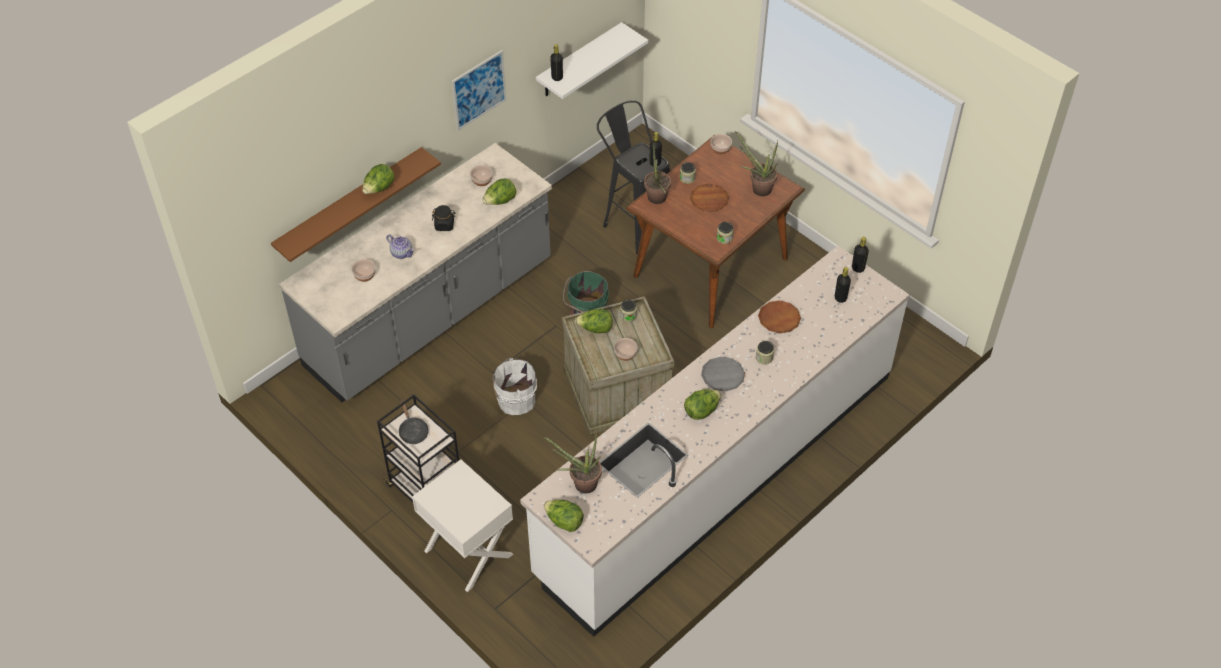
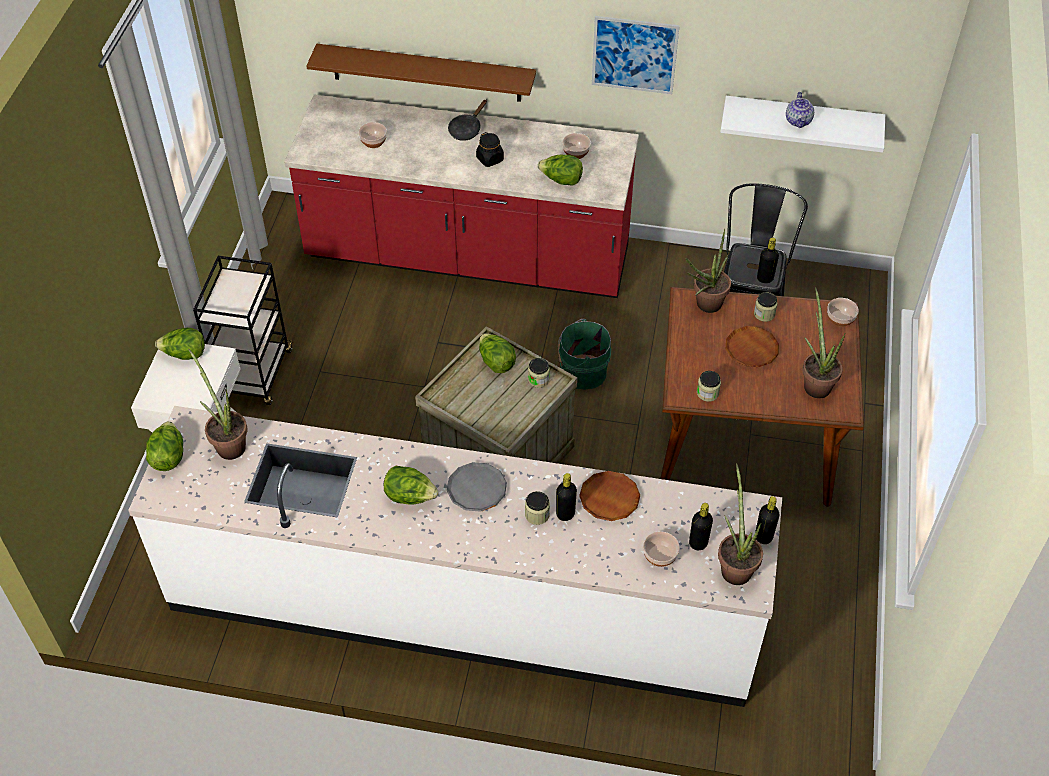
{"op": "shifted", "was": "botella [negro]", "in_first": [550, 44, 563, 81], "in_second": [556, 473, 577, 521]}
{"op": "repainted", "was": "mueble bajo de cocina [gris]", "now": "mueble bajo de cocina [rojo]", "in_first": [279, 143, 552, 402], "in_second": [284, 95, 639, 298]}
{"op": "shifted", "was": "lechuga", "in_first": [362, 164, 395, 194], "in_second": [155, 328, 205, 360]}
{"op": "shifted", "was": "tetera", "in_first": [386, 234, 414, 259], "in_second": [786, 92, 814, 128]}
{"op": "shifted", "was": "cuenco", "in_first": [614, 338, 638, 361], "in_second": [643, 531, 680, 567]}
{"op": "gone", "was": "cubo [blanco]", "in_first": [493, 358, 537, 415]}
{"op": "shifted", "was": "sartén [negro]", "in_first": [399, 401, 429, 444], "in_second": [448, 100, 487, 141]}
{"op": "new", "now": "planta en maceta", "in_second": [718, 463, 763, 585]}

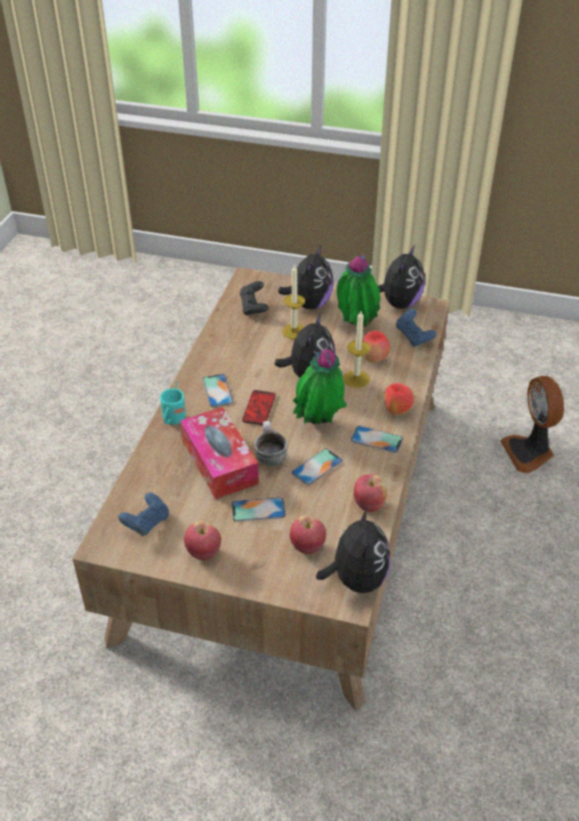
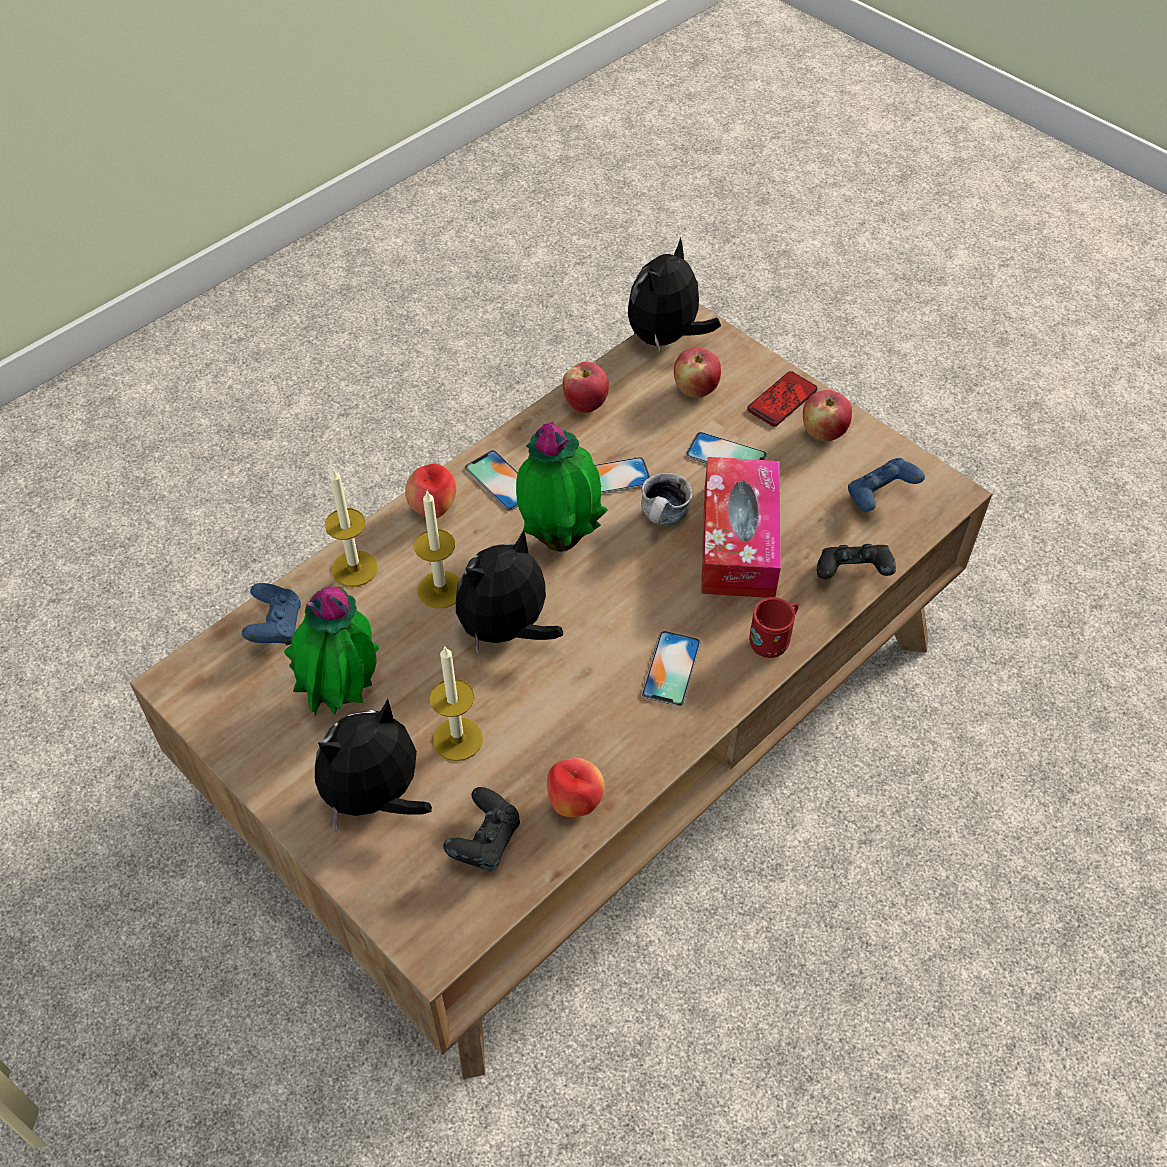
{"op": "gone", "was": "peluche", "in_first": [378, 245, 425, 309]}
{"op": "shifted", "was": "manzana", "in_first": [362, 331, 390, 363], "in_second": [547, 758, 605, 817]}
{"op": "gone", "was": "ventilador", "in_first": [500, 376, 564, 473]}
{"op": "repainted", "was": "taza grande [turquesa]", "now": "taza grande [rojo]", "in_first": [160, 381, 186, 425], "in_second": [749, 597, 799, 658]}
{"op": "shifted", "was": "móvil", "in_first": [242, 390, 276, 425], "in_second": [747, 371, 818, 427]}
{"op": "new", "now": "vela", "in_second": [325, 468, 378, 587]}
{"op": "new", "now": "mando de consola [negro]", "in_second": [817, 544, 896, 579]}

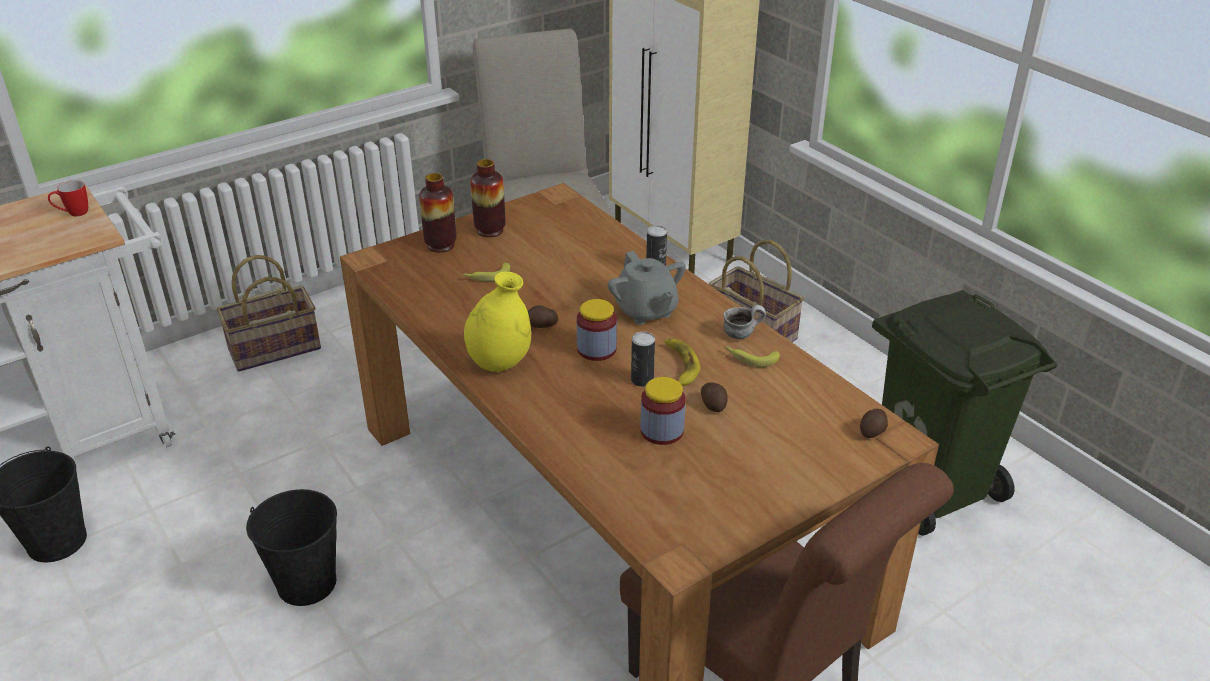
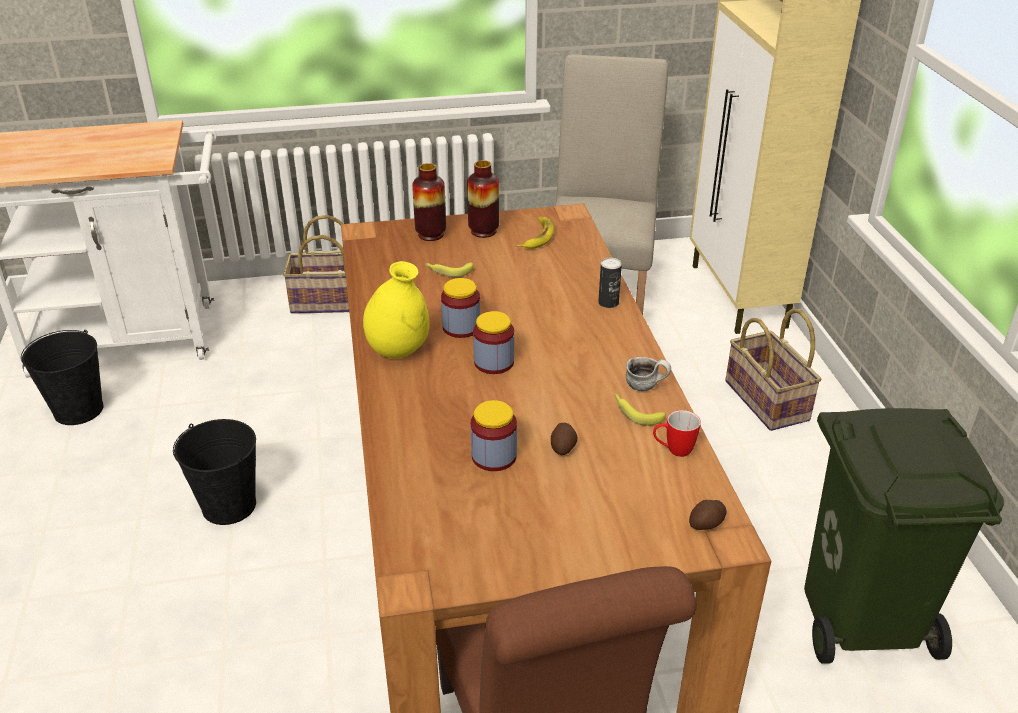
{"op": "shifted", "was": "taza grande", "in_first": [48, 180, 88, 216], "in_second": [653, 410, 701, 457]}
{"op": "gone", "was": "tetera [gris]", "in_first": [608, 251, 686, 325]}
{"op": "swapped", "was": "patata", "now": "tarro", "in_first": [528, 305, 559, 328], "in_second": [441, 278, 480, 338]}
{"op": "gone", "was": "lata", "in_first": [631, 332, 655, 387]}
{"op": "shifted", "was": "plátano", "in_first": [665, 339, 700, 386], "in_second": [517, 217, 554, 249]}

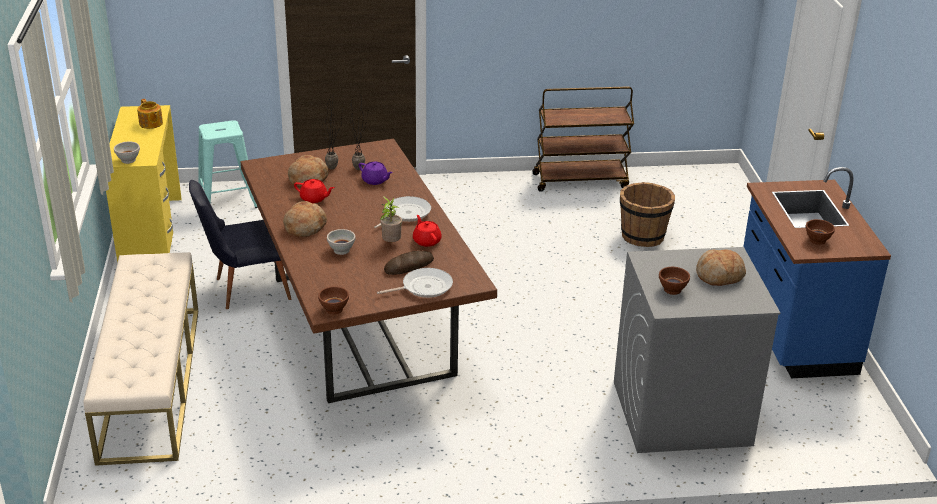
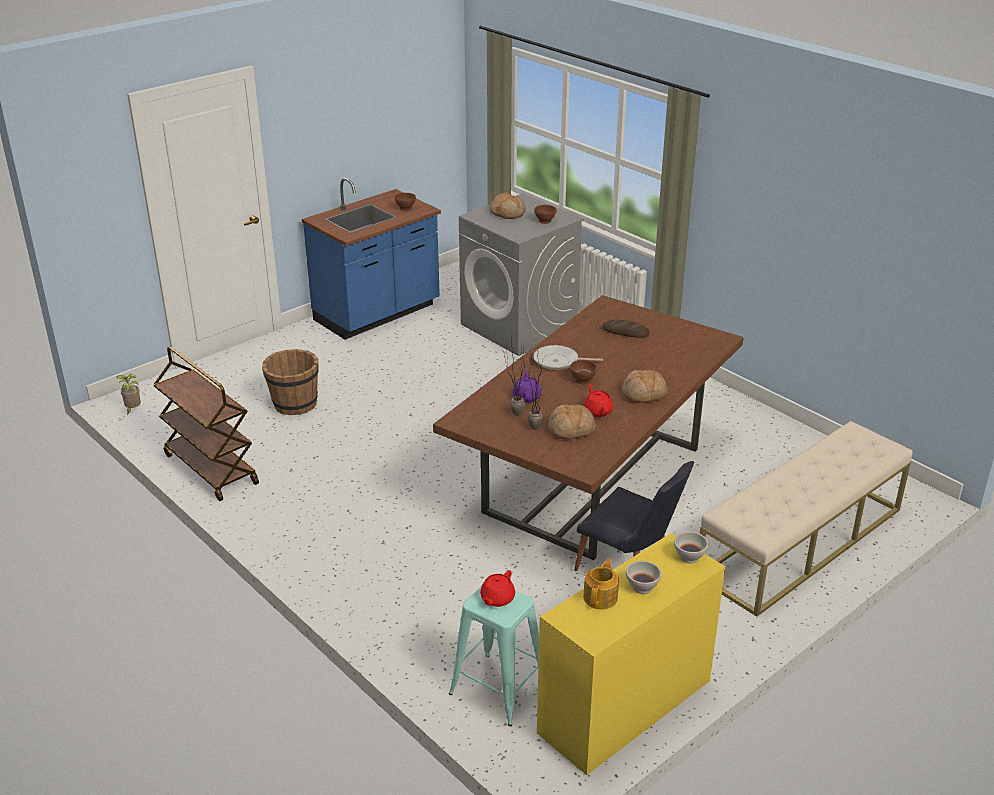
{"op": "shifted", "was": "planta en maceta", "in_first": [380, 196, 402, 242], "in_second": [116, 374, 141, 415]}
{"op": "shifted", "was": "tetera [rojo]", "in_first": [413, 215, 442, 247], "in_second": [480, 570, 515, 607]}
{"op": "shifted", "was": "cuenco [blanco]", "in_first": [327, 229, 355, 255], "in_second": [626, 561, 661, 594]}
{"op": "gone", "was": "sartén", "in_first": [377, 268, 453, 298]}
{"op": "shifted", "was": "cuenco [marrón]", "in_first": [318, 286, 349, 314], "in_second": [570, 360, 597, 384]}

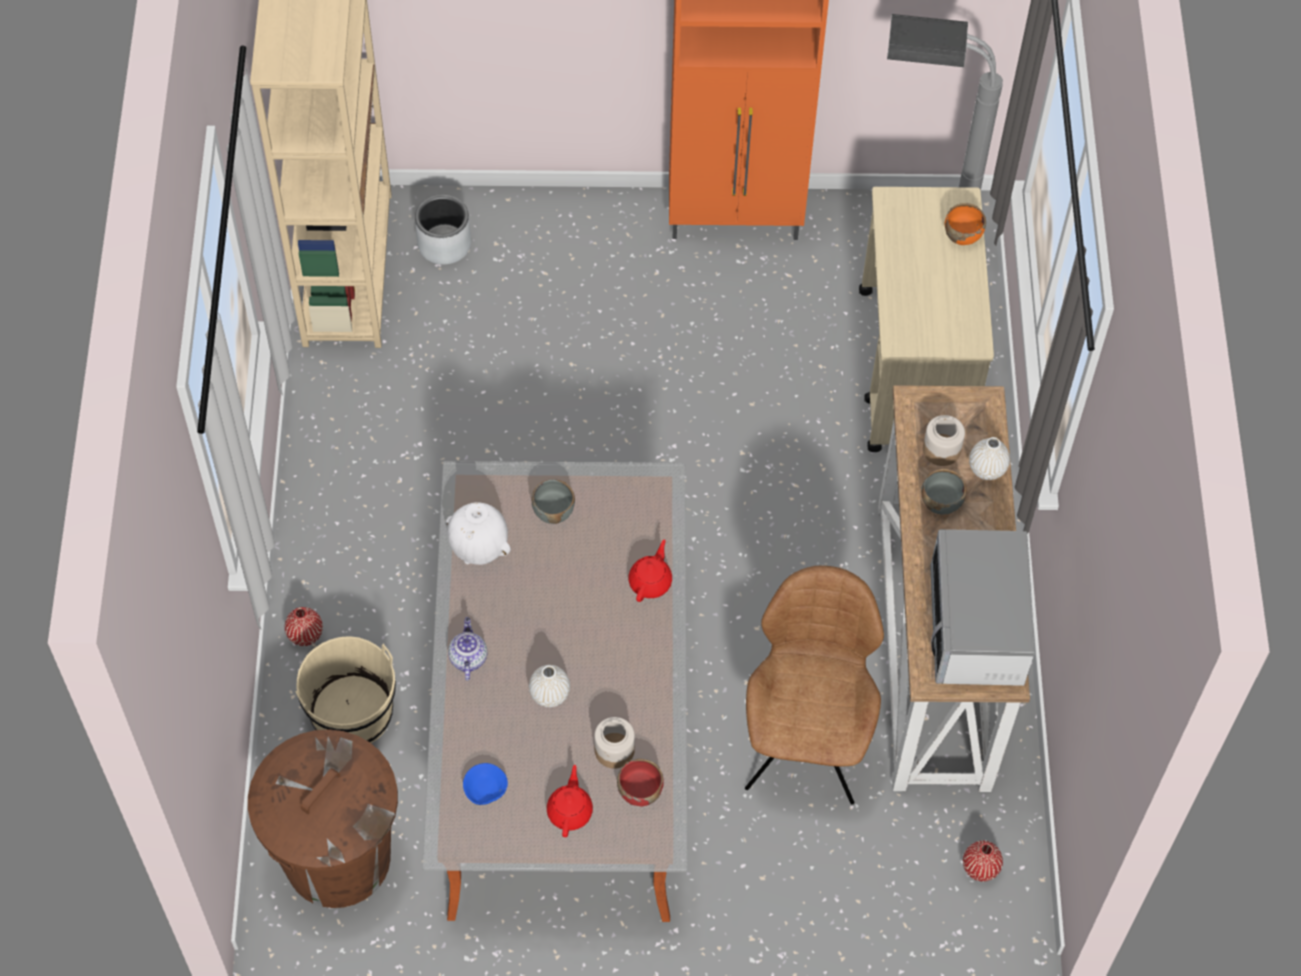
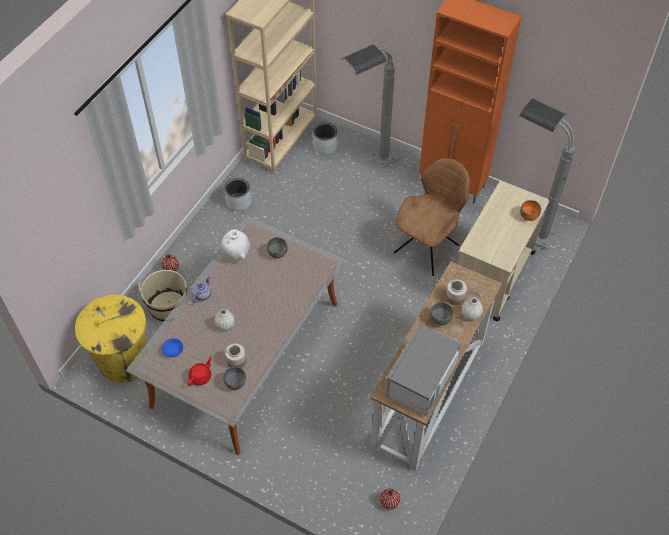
{"op": "gone", "was": "tetera [rojo]", "in_first": [628, 539, 672, 602]}
{"op": "shifted", "was": "silla [marrón]", "in_first": [745, 565, 884, 804], "in_second": [394, 158, 470, 276]}
{"op": "repainted", "was": "papelera [marrón]", "now": "papelera [amarillo]", "in_first": [248, 729, 398, 908], "in_second": [75, 295, 147, 383]}
{"op": "repainted", "was": "cuenco [rojo]", "now": "cuenco [gris]", "in_first": [617, 759, 664, 807], "in_second": [223, 366, 246, 390]}
{"op": "new", "now": "lámpara de pie [gris]", "in_second": [342, 44, 400, 168]}
{"op": "new", "now": "maceta [gris]", "in_second": [224, 178, 251, 211]}

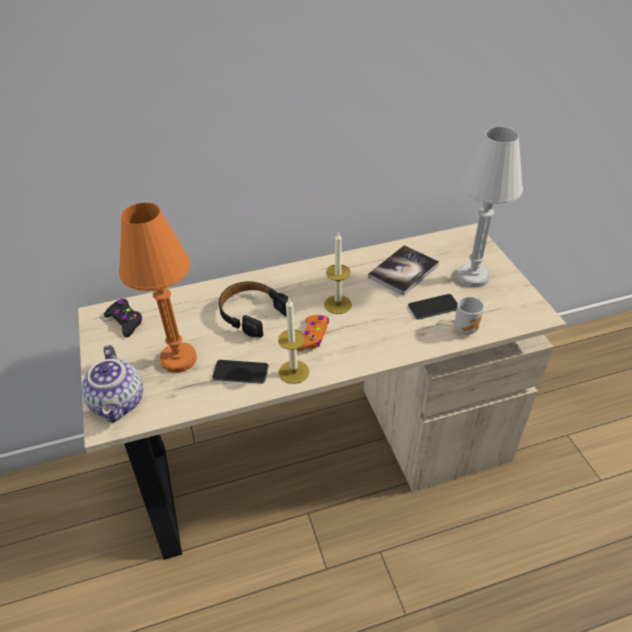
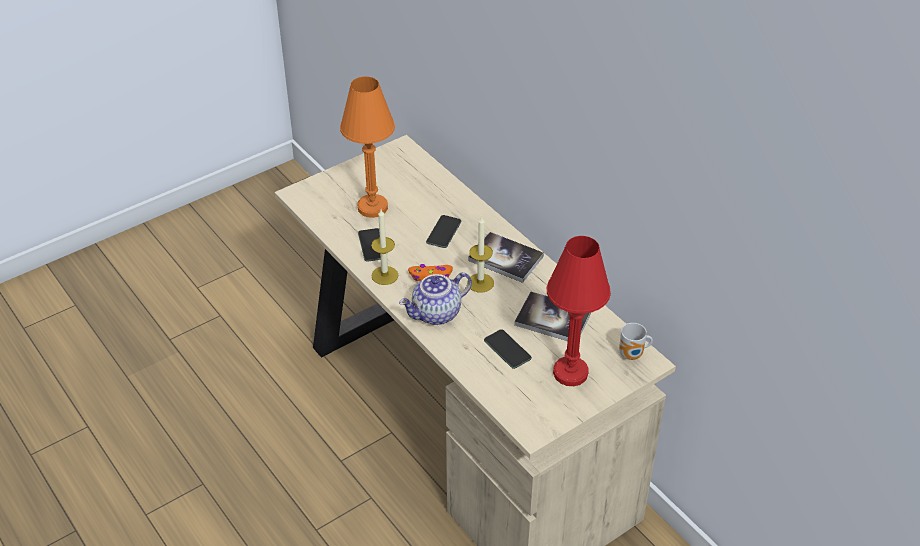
{"op": "repainted", "was": "lámpara de mesa [blanco]", "now": "lámpara de mesa [rojo]", "in_first": [457, 127, 523, 287], "in_second": [547, 236, 611, 386]}
{"op": "swapped", "was": "auriculares [negro]", "now": "móvil", "in_first": [219, 281, 289, 338], "in_second": [426, 215, 461, 248]}
{"op": "shifted", "was": "taza grande", "in_first": [454, 297, 484, 335], "in_second": [619, 323, 653, 360]}
{"op": "gone", "was": "mando de consola [negro]", "in_first": [104, 299, 143, 337]}
{"op": "shifted", "was": "tetera", "in_first": [82, 345, 143, 422], "in_second": [399, 272, 472, 325]}
{"op": "new", "now": "libro", "in_second": [468, 232, 544, 283]}

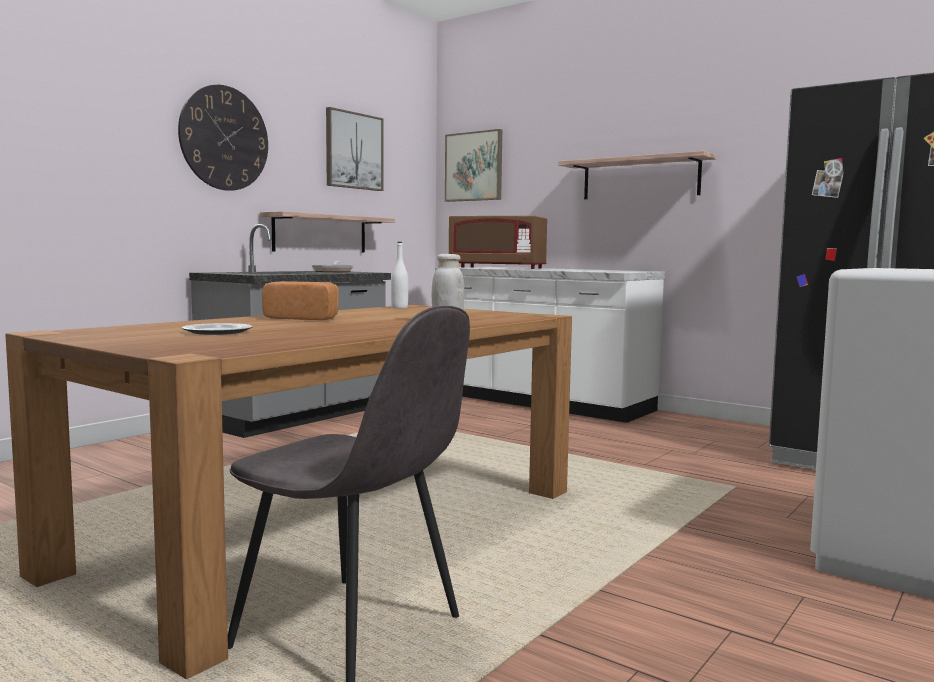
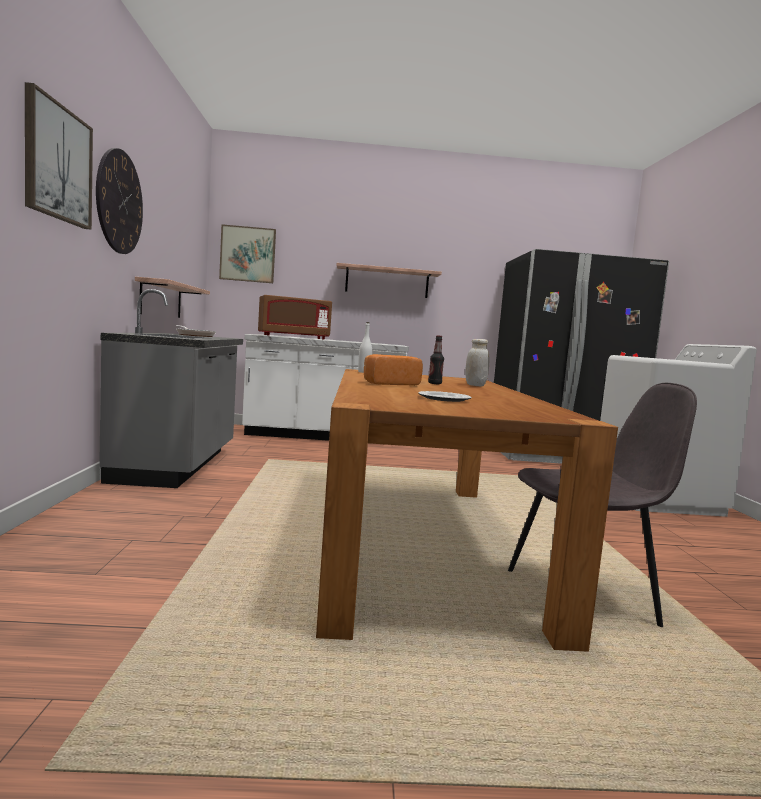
{"op": "shifted", "was": "cuadro", "in_first": [326, 107, 383, 191], "in_second": [25, 82, 93, 230]}
{"op": "new", "now": "botella", "in_second": [428, 335, 444, 384]}

